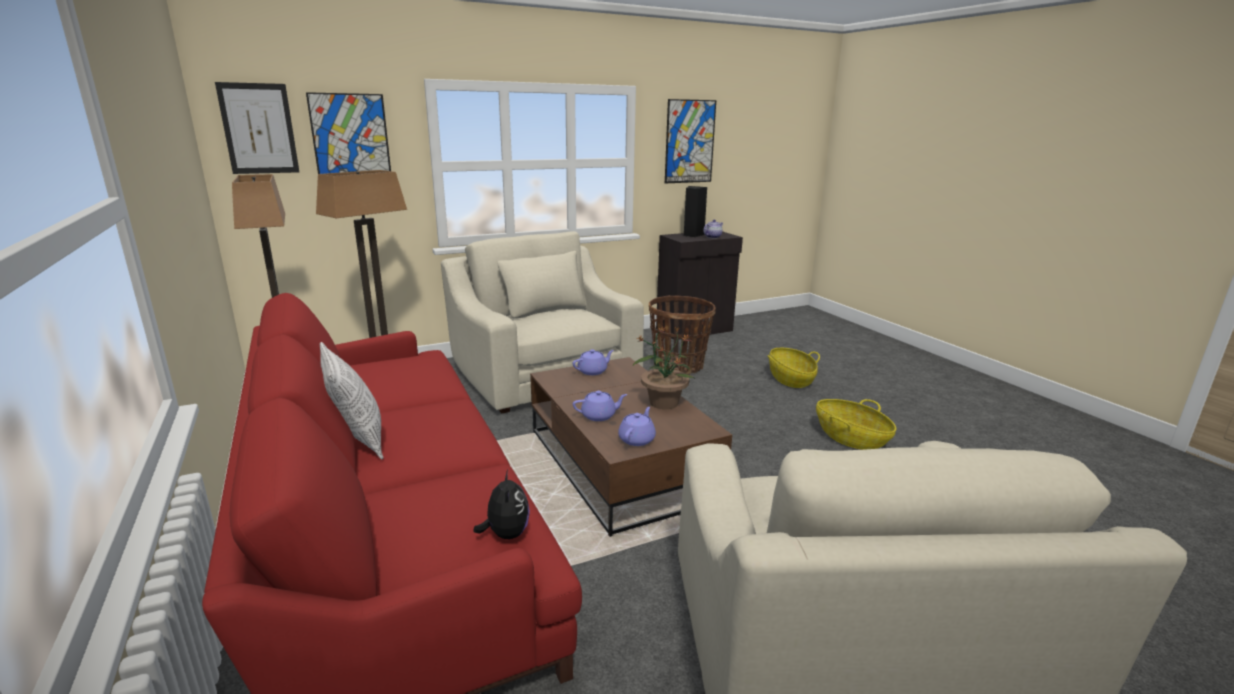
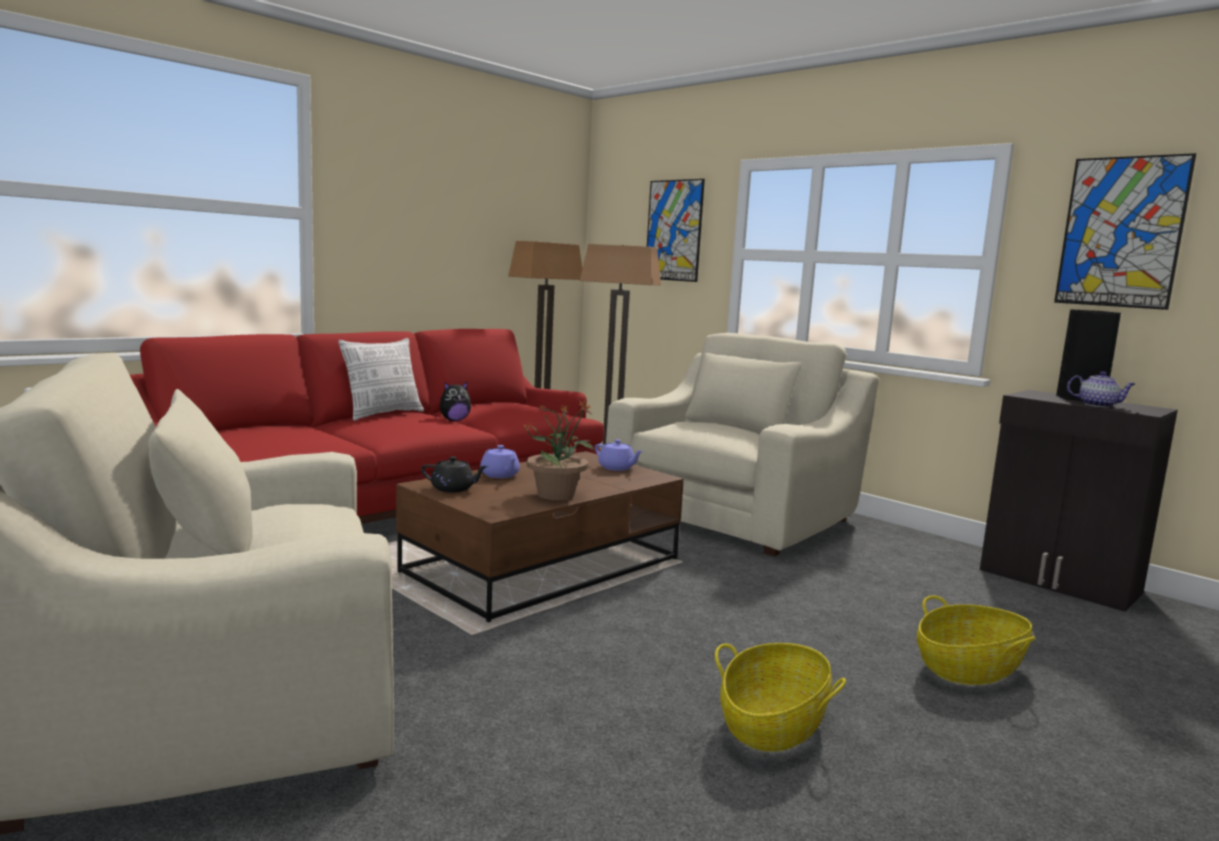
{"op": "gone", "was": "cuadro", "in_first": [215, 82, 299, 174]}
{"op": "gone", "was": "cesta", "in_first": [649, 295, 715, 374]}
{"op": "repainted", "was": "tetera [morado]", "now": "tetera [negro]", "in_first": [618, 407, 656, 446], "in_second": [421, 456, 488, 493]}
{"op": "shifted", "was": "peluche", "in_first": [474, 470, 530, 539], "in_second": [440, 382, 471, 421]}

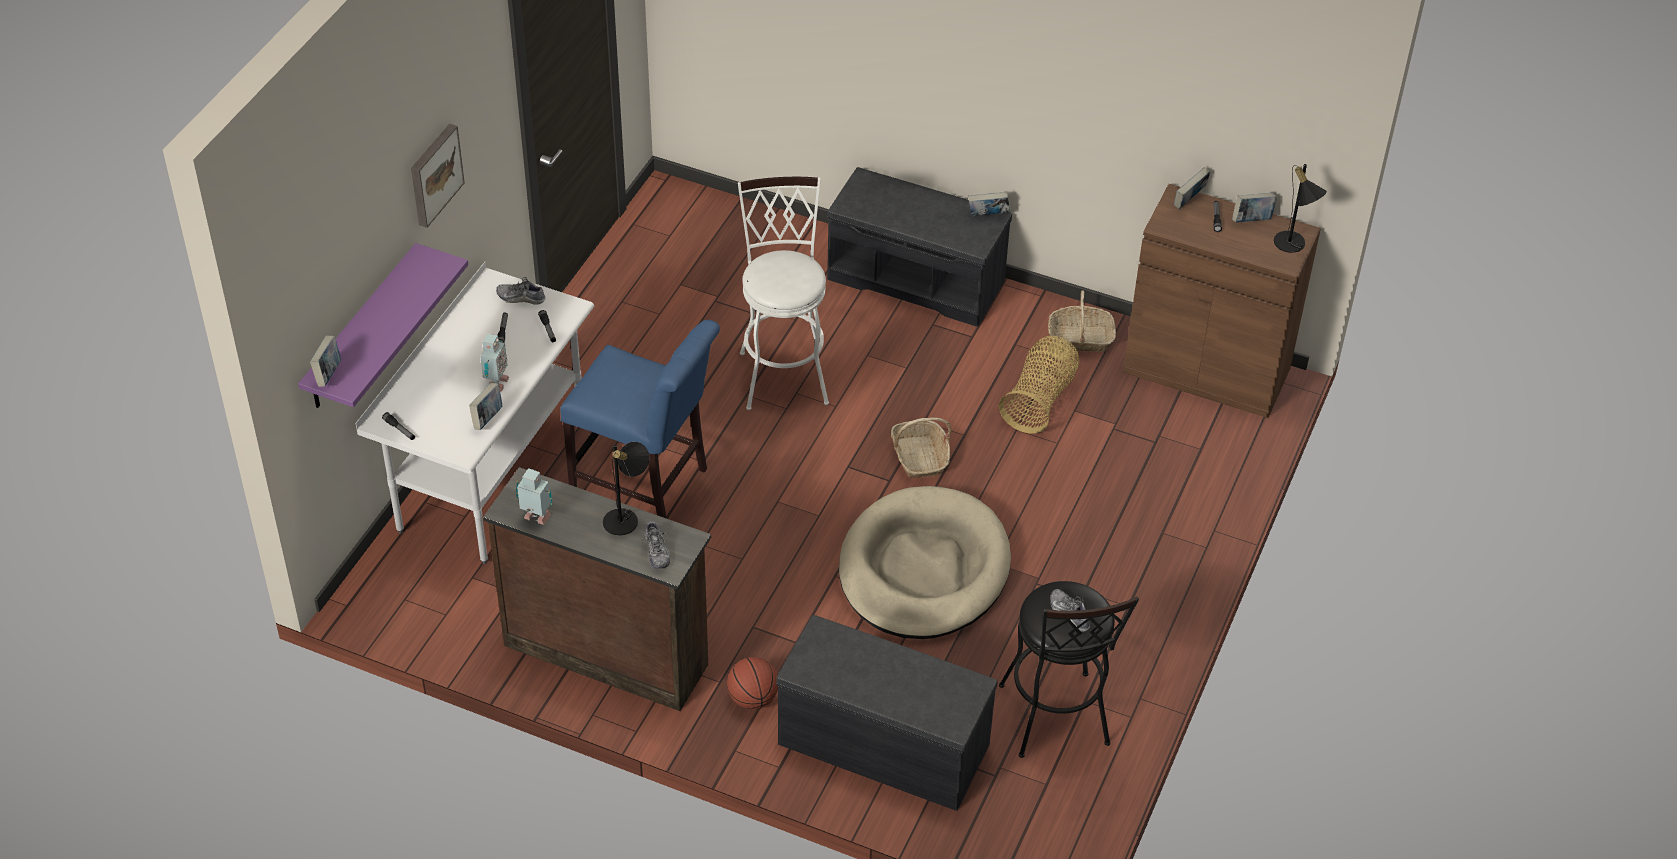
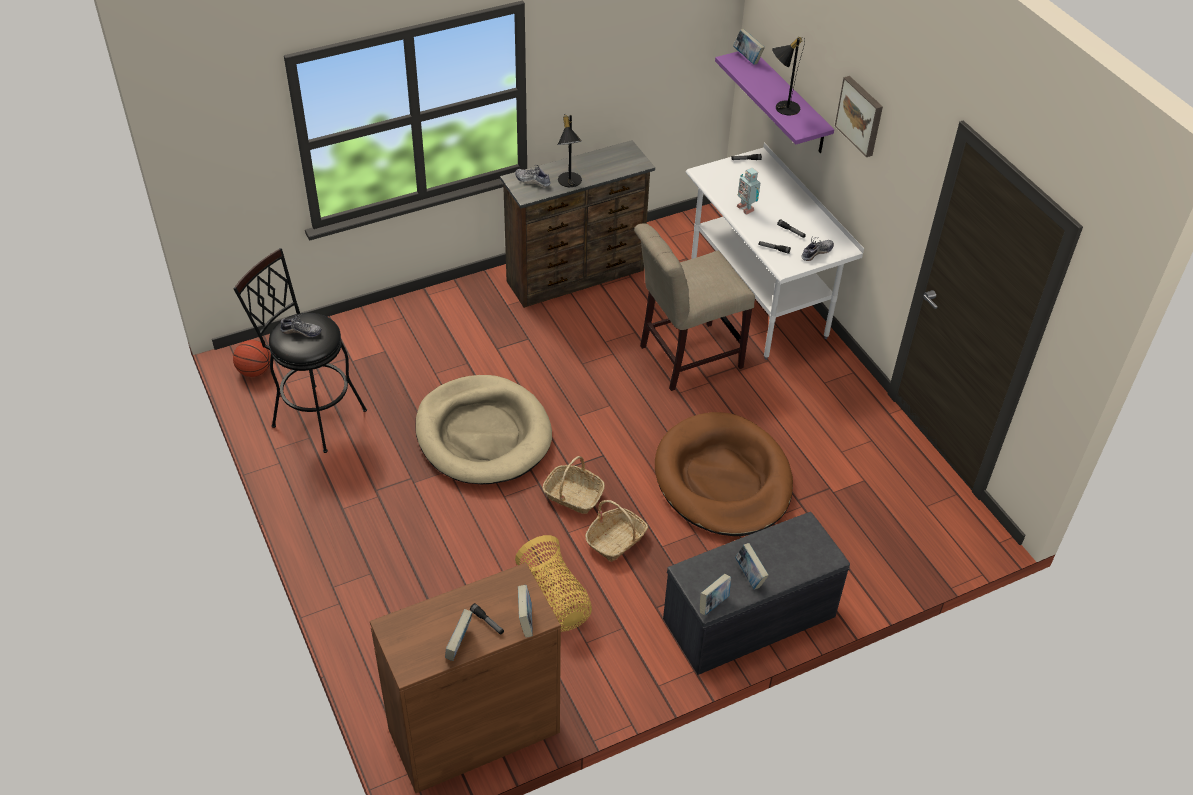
{"op": "shifted", "was": "lámpara de mesa [negro]", "in_first": [1274, 164, 1327, 253], "in_second": [772, 37, 805, 116]}
{"op": "swapped", "was": "taburete [blanco]", "now": "cama para perro [marrón]", "in_first": [738, 177, 829, 410], "in_second": [655, 412, 793, 536]}
{"op": "shifted", "was": "cesta", "in_first": [1048, 290, 1116, 352], "in_second": [585, 500, 648, 562]}
{"op": "repainted", "was": "silla [azul]", "now": "silla [beis]", "in_first": [560, 320, 720, 519], "in_second": [634, 223, 755, 391]}
{"op": "shifted", "was": "libro", "in_first": [469, 382, 502, 430], "in_second": [735, 543, 769, 590]}
{"op": "gone", "was": "robot de juguete", "in_first": [516, 468, 552, 525]}
{"op": "gone", "was": "banco [gris]", "in_first": [776, 615, 998, 811]}
{"op": "shifted", "was": "balón de baloncesto", "in_first": [727, 657, 778, 709], "in_second": [233, 340, 271, 377]}

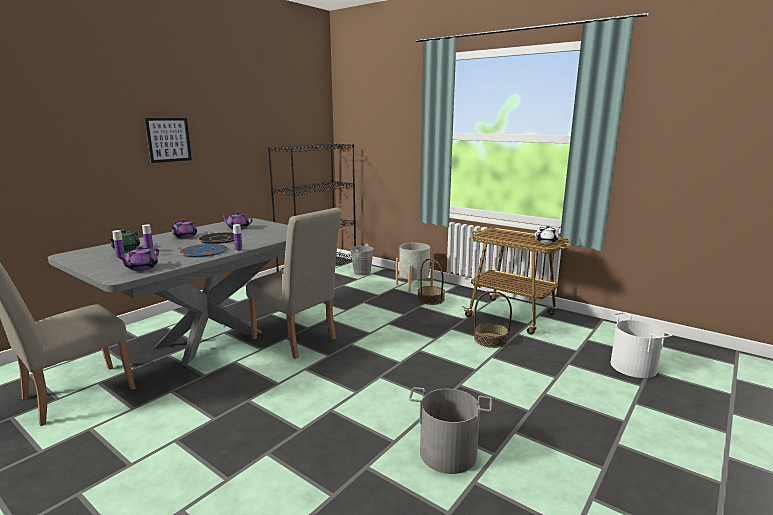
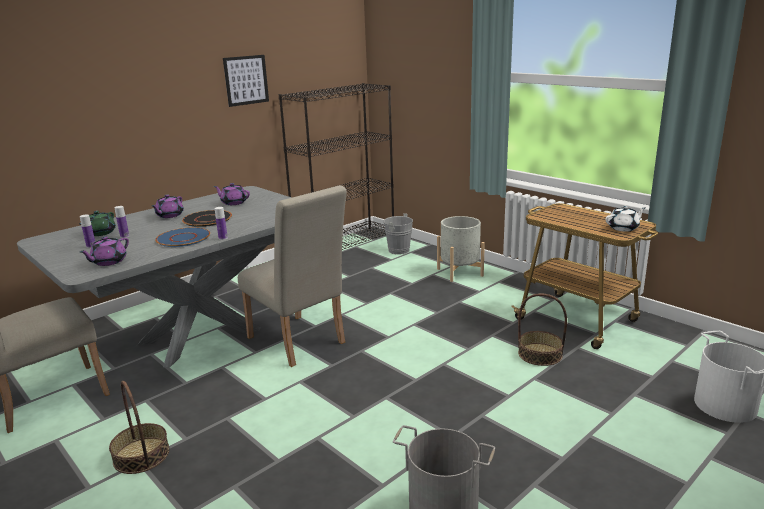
{"op": "shifted", "was": "cuadro", "in_first": [145, 118, 192, 163], "in_second": [223, 55, 269, 107]}
{"op": "shifted", "was": "cesta", "in_first": [417, 259, 445, 305], "in_second": [109, 381, 170, 474]}

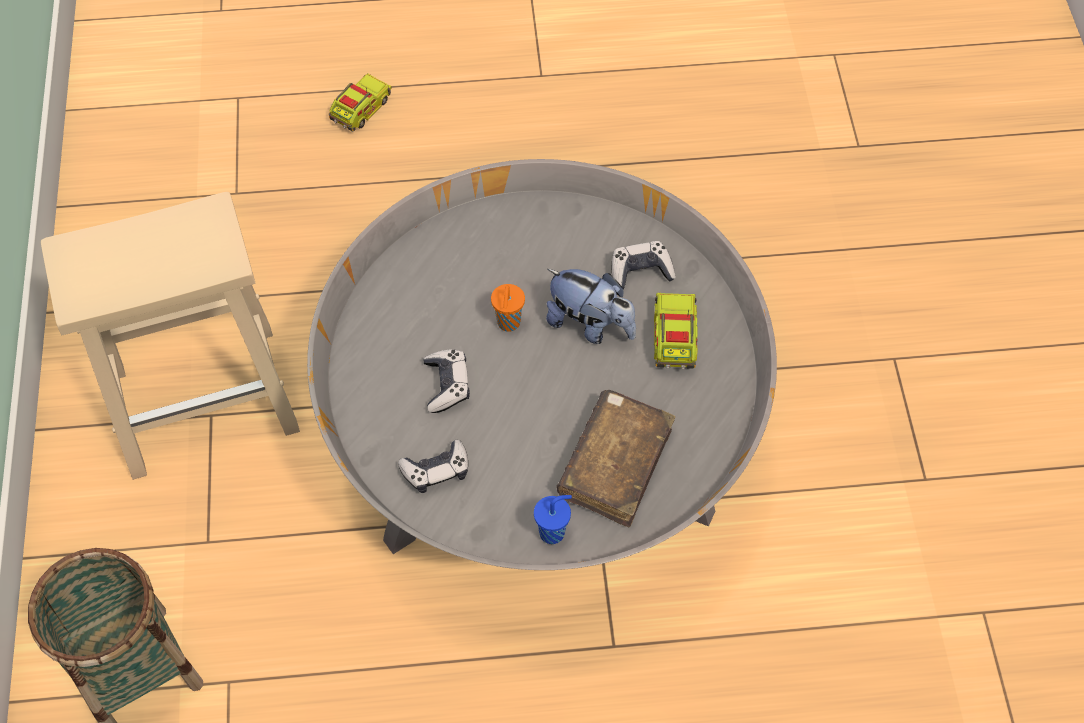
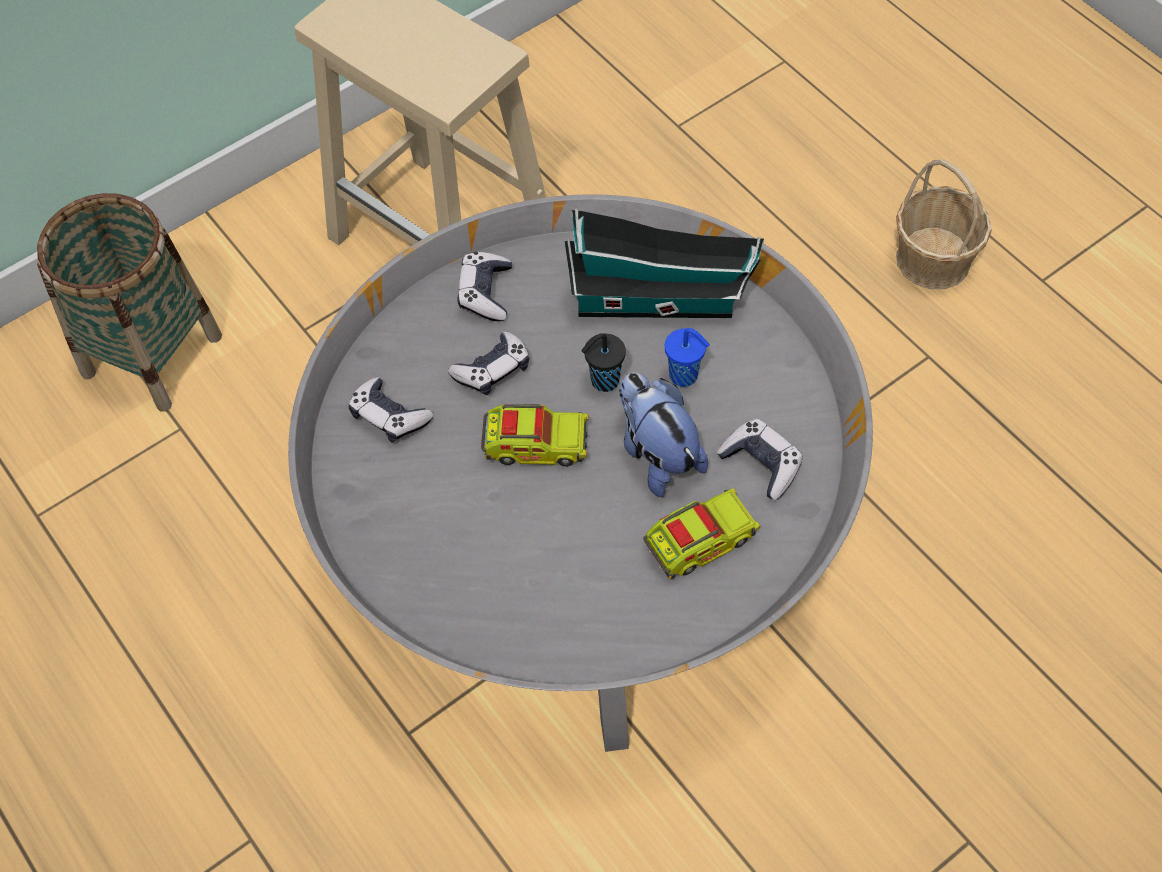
{"op": "shifted", "was": "camión de juguete", "in_first": [329, 73, 392, 131], "in_second": [481, 404, 588, 466]}
{"op": "rotated", "was": "peluche", "in_first": [546, 269, 636, 344], "in_second": [619, 372, 708, 497], "clockwise": 150}
{"op": "repainted", "was": "taza [naranja]", "now": "taza [negro]", "in_first": [491, 284, 525, 332], "in_second": [582, 333, 626, 392]}
{"op": "gone", "was": "libro [marrón]", "in_first": [557, 390, 675, 527]}
{"op": "shifted", "was": "taza [azul]", "in_first": [534, 495, 572, 544], "in_second": [665, 328, 710, 387]}
{"op": "new", "now": "cesta", "in_second": [896, 159, 992, 289]}
{"op": "new", "now": "casita", "in_second": [564, 209, 764, 318]}
{"op": "new", "now": "mando de consola", "in_second": [457, 252, 512, 321]}

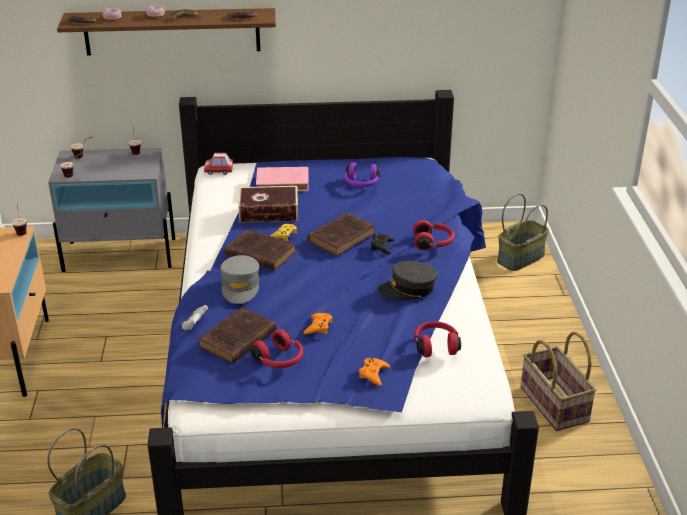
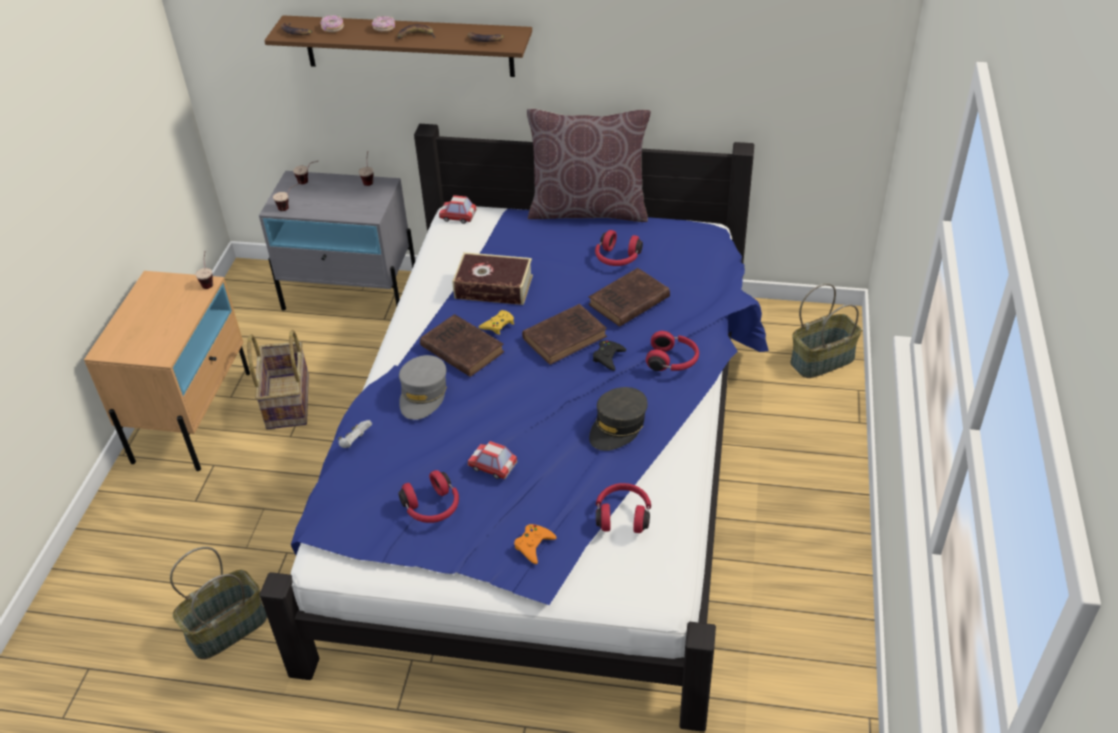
{"op": "repainted", "was": "auriculares [morado]", "now": "auriculares [rojo]", "in_first": [344, 162, 380, 187], "in_second": [595, 230, 643, 266]}
{"op": "gone", "was": "libro [rosa]", "in_first": [256, 167, 309, 191]}
{"op": "rotated", "was": "gorra [gris]", "in_first": [378, 261, 438, 300], "in_second": [589, 387, 648, 451], "clockwise": -60}
{"op": "shifted", "was": "libro [marrón]", "in_first": [198, 307, 276, 364], "in_second": [589, 268, 670, 327]}
{"op": "swapped", "was": "mando de consola [naranja]", "now": "coche de juguete", "in_first": [303, 313, 332, 334], "in_second": [468, 441, 518, 479]}
{"op": "shifted", "was": "cesta", "in_first": [521, 332, 597, 431], "in_second": [247, 330, 309, 429]}
{"op": "new", "now": "cojín [marrón]", "in_second": [527, 109, 651, 222]}

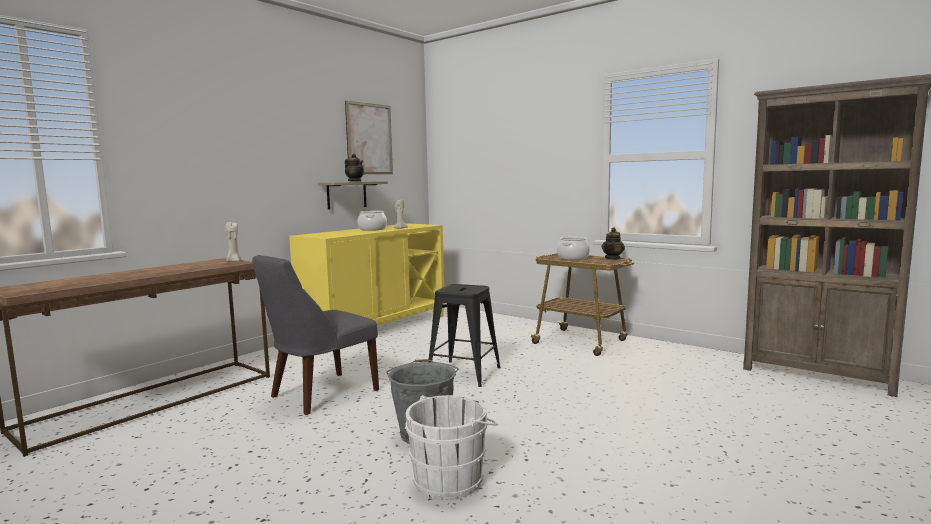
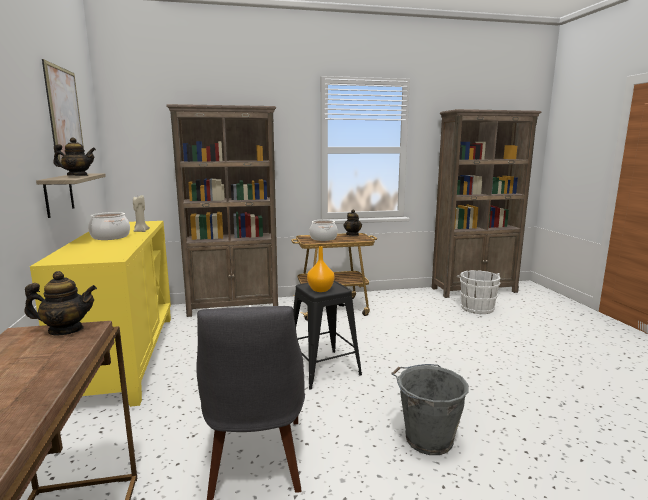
{"op": "swapped", "was": "vela [beis]", "now": "tetera", "in_first": [225, 222, 241, 262], "in_second": [24, 271, 97, 336]}
{"op": "shifted", "was": "cubo [blanco]", "in_first": [405, 395, 498, 500], "in_second": [457, 270, 501, 314]}
{"op": "new", "now": "estantería [marrón]", "in_second": [166, 104, 278, 317]}
{"op": "new", "now": "florero [naranja]", "in_second": [307, 246, 334, 292]}

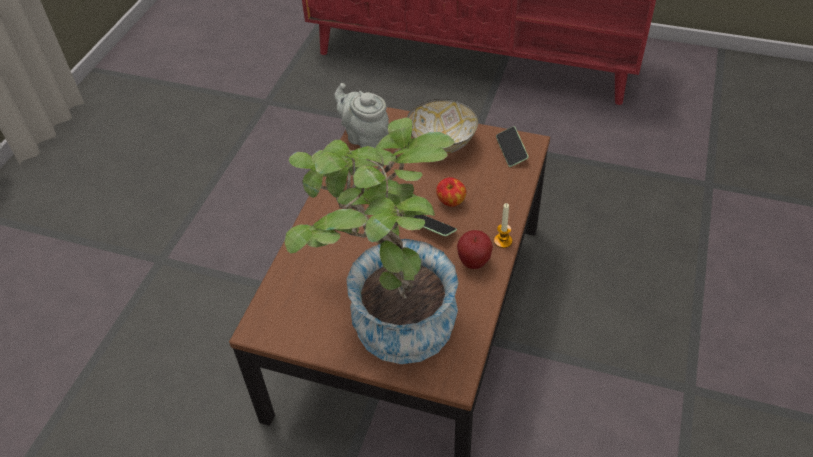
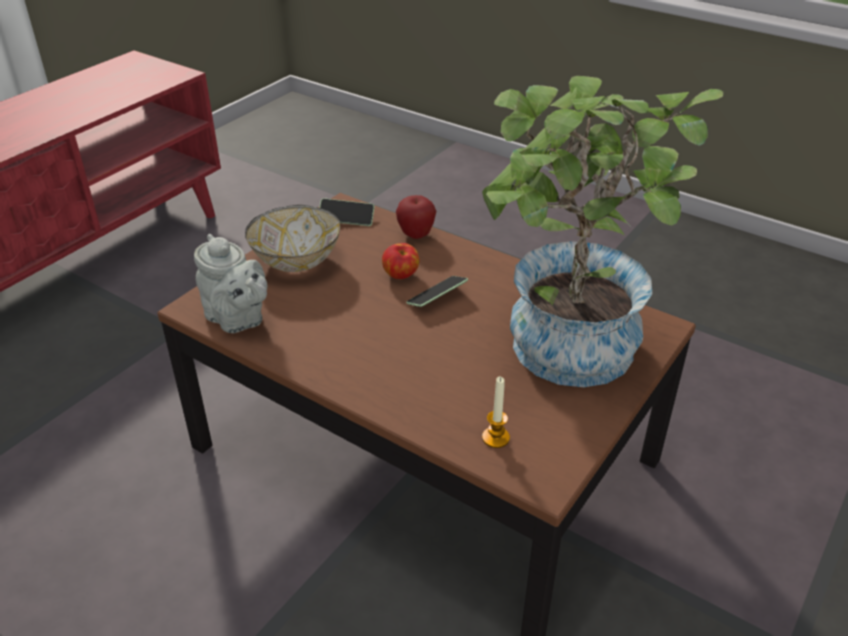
{"op": "rotated", "was": "tetera [gris]", "in_first": [334, 83, 389, 148], "in_second": [194, 234, 267, 333], "clockwise": -105}
{"op": "shifted", "was": "vela", "in_first": [494, 203, 512, 248], "in_second": [482, 377, 510, 448]}
{"op": "shifted", "was": "manzana", "in_first": [457, 230, 493, 269], "in_second": [396, 195, 436, 239]}

